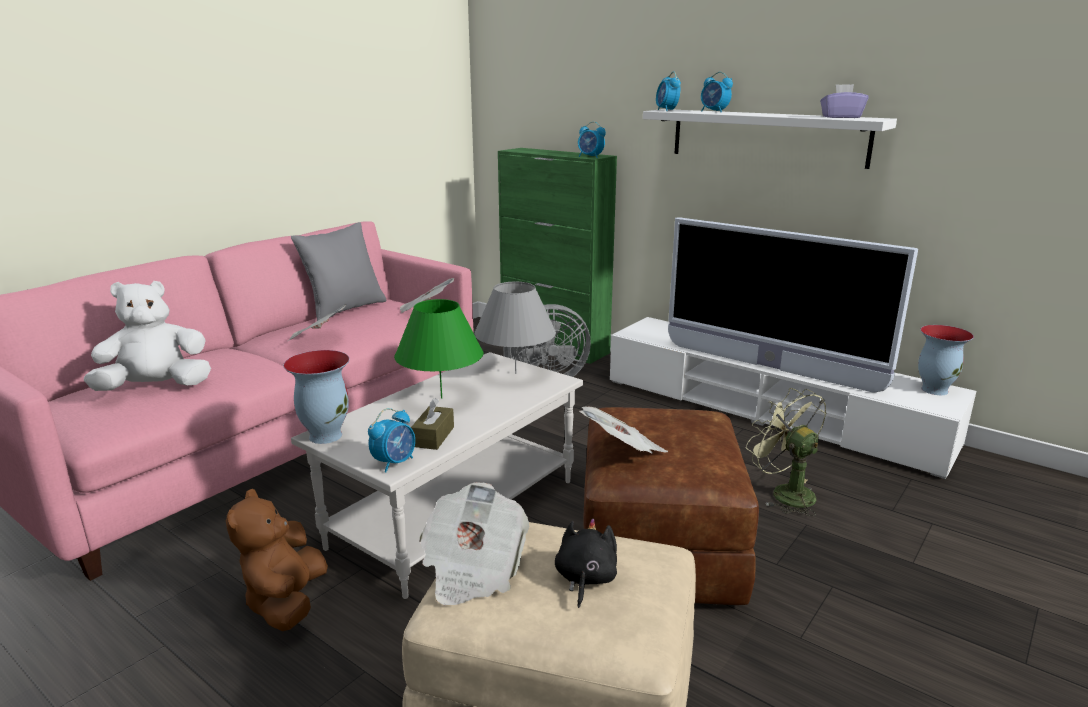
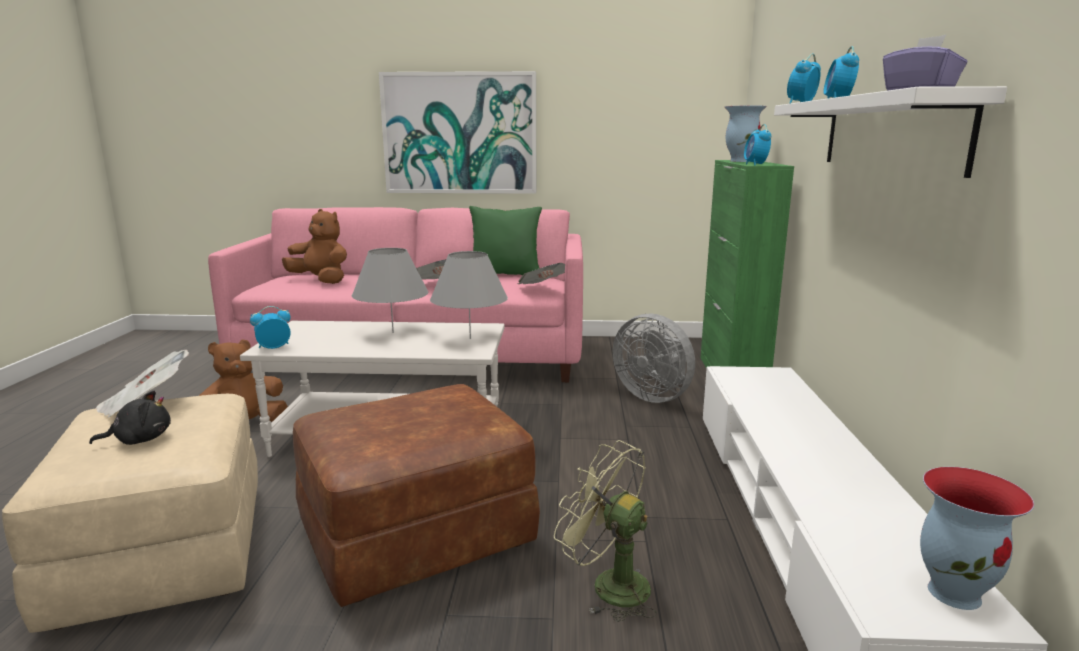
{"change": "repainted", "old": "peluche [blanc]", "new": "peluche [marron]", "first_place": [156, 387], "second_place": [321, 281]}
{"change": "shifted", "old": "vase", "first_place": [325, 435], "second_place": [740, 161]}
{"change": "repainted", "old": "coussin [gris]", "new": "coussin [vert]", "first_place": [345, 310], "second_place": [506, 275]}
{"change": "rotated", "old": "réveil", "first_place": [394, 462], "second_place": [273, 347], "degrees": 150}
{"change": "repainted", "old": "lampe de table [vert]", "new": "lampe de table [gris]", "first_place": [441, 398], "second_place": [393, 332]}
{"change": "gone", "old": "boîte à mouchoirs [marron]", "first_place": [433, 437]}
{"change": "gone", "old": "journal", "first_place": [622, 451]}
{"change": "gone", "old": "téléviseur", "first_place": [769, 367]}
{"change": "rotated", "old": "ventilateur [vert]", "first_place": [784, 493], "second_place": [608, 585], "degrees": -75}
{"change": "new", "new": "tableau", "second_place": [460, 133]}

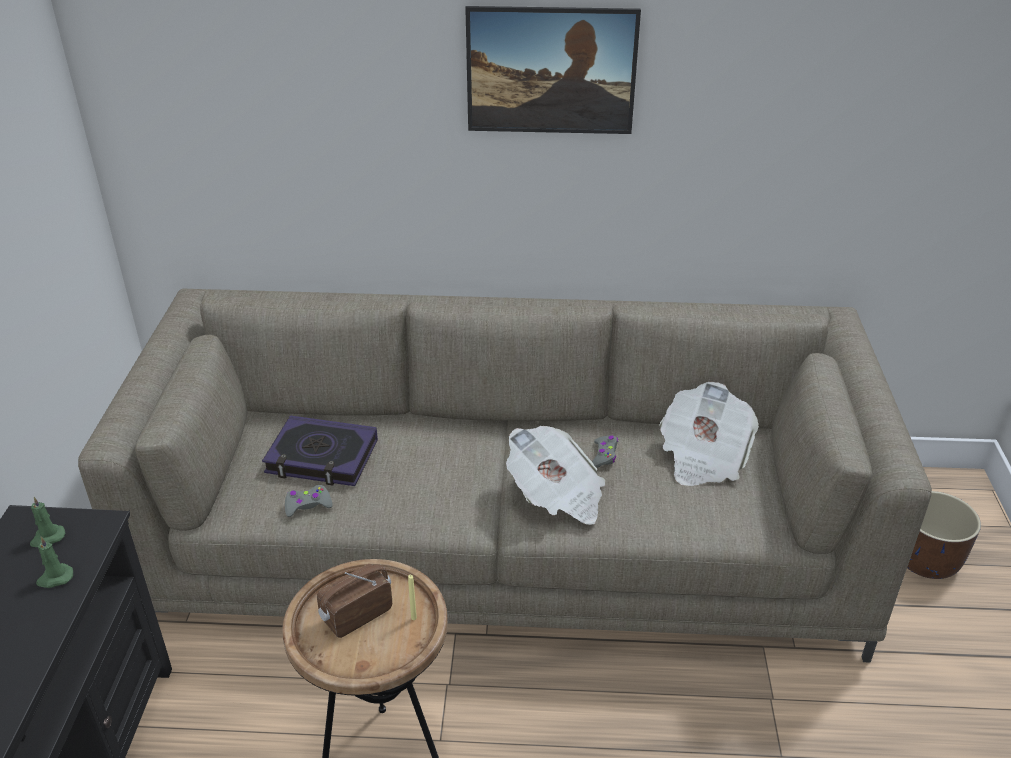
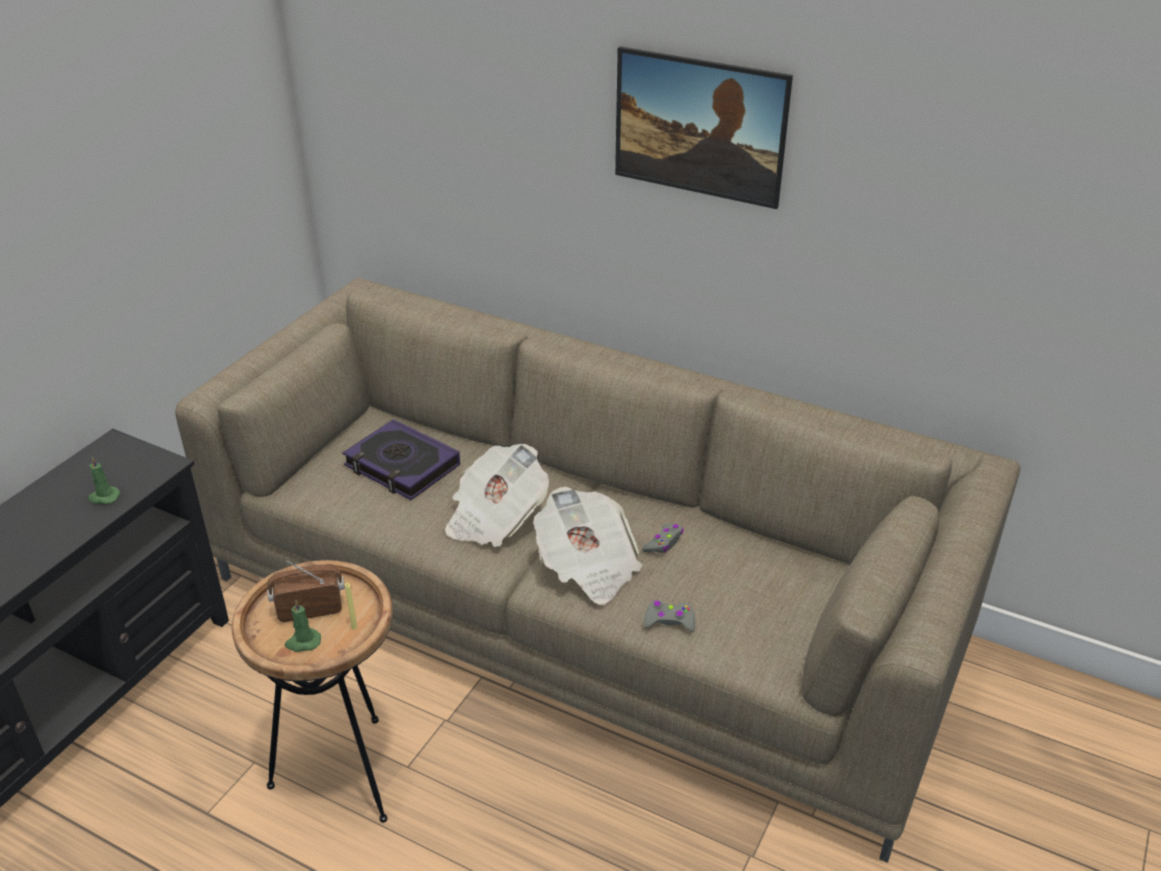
{"change": "shifted", "old": "bougie [vert]", "first_place": [47, 538], "second_place": [303, 642]}
{"change": "shifted", "old": "manette [gris]", "first_place": [308, 505], "second_place": [669, 621]}
{"change": "shifted", "old": "journal", "first_place": [703, 456], "second_place": [495, 517]}
{"change": "gone", "old": "cache-pot [marron]", "first_place": [927, 560]}

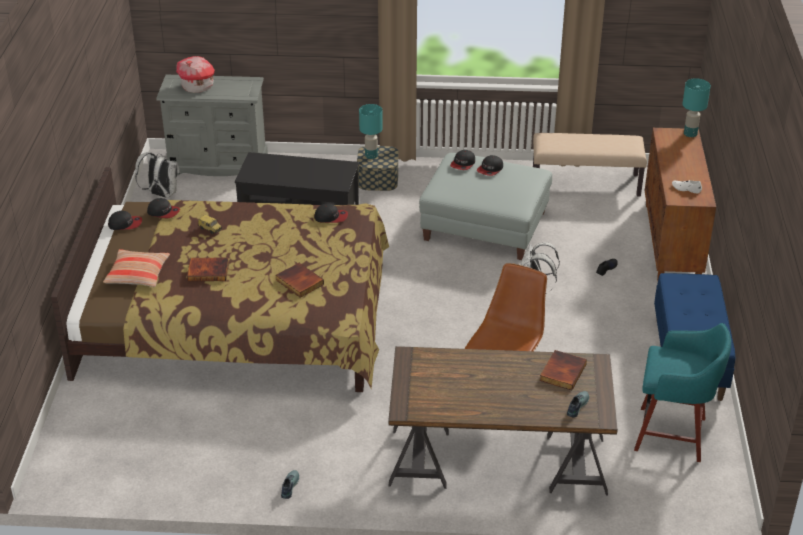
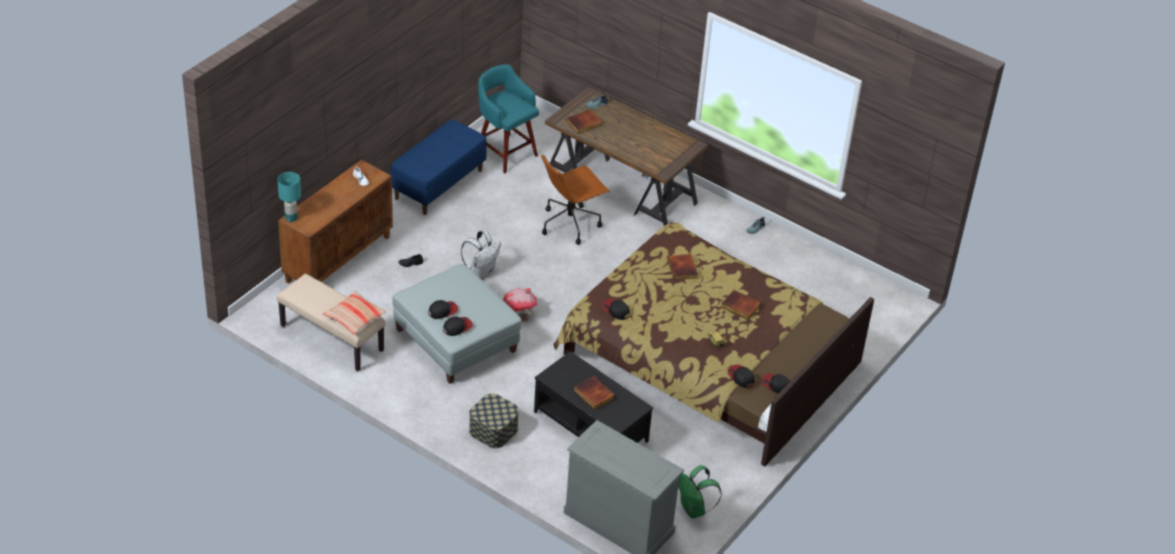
{"change": "shifted", "old": "coussin", "first_place": [137, 274], "second_place": [354, 317]}
{"change": "repainted", "old": "sac à dos [blanc]", "new": "sac à dos [vert]", "first_place": [161, 194], "second_place": [694, 510]}
{"change": "shifted", "old": "maison miniature", "first_place": [197, 86], "second_place": [518, 314]}
{"change": "gone", "old": "lampe de table [turquoise]", "first_place": [371, 155]}
{"change": "new", "new": "livre", "second_place": [593, 394]}

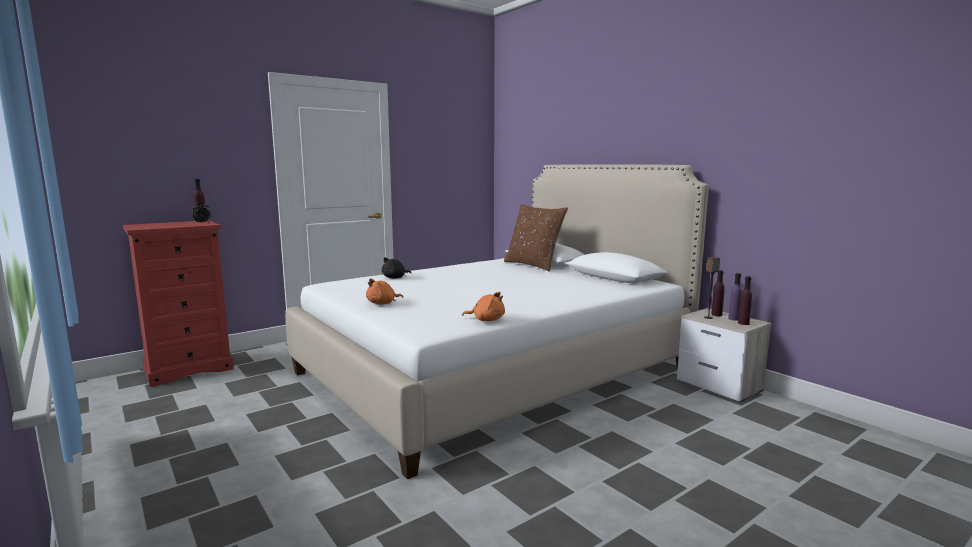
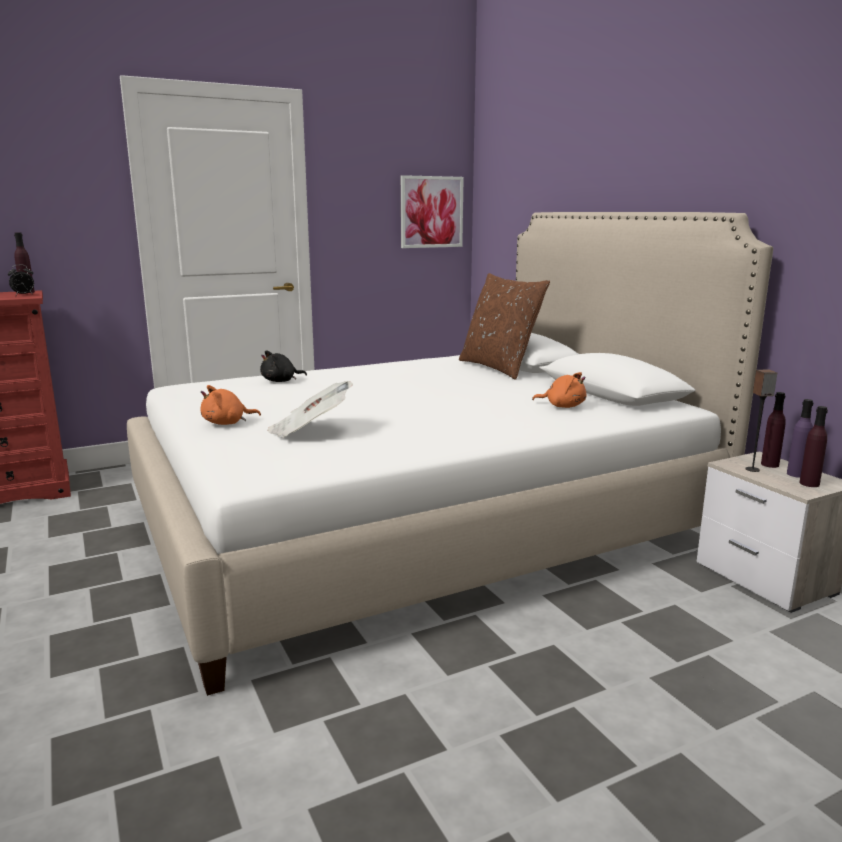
{"change": "shifted", "old": "peluche [orange]", "first_place": [486, 320], "second_place": [562, 406]}
{"change": "new", "new": "journal", "second_place": [309, 431]}
{"change": "new", "new": "tableau", "second_place": [431, 212]}

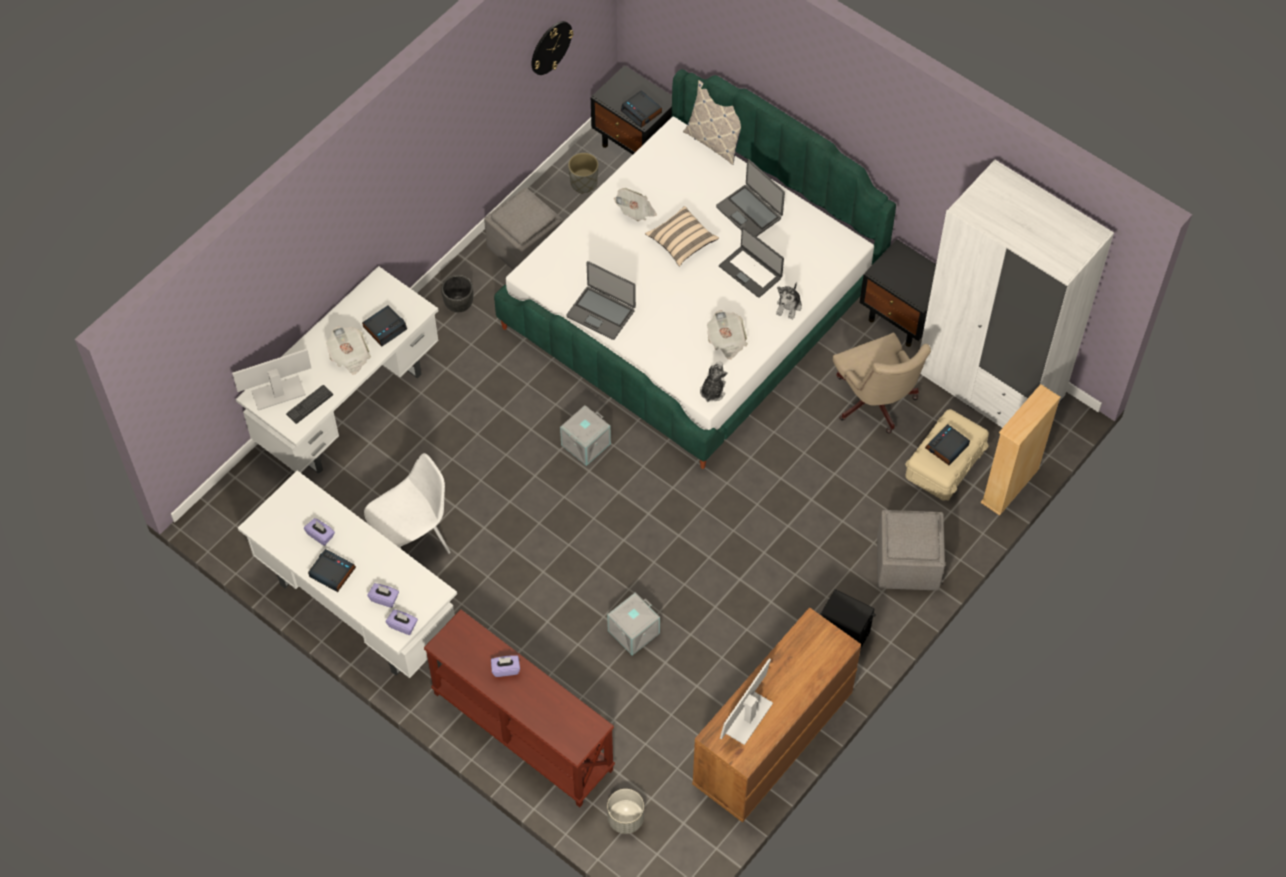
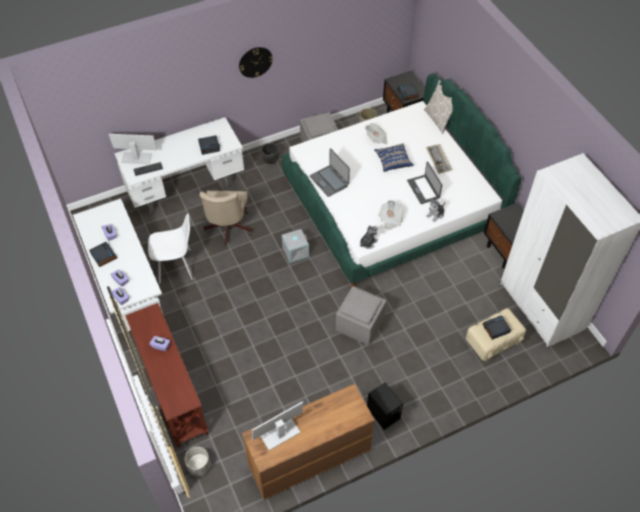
{"change": "gone", "old": "journal", "first_place": [349, 356]}
{"change": "shifted", "old": "horloge murale", "first_place": [550, 47], "second_place": [255, 62]}
{"change": "gone", "old": "boîte de rangement [gris]", "first_place": [634, 632]}
{"change": "repainted", "old": "coussin [beige]", "new": "coussin [bleu]", "first_place": [681, 242], "second_place": [393, 162]}
{"change": "swapped", "old": "ordinateur portable", "new": "clavier", "first_place": [749, 212], "second_place": [439, 160]}
{"change": "shifted", "old": "chaise de bureau [beige]", "first_place": [875, 404], "second_place": [228, 229]}
{"change": "shifted", "old": "pouf [gris]", "first_place": [906, 563], "second_place": [359, 324]}
{"change": "gone", "old": "bibliothèque [beige]", "first_place": [1010, 486]}

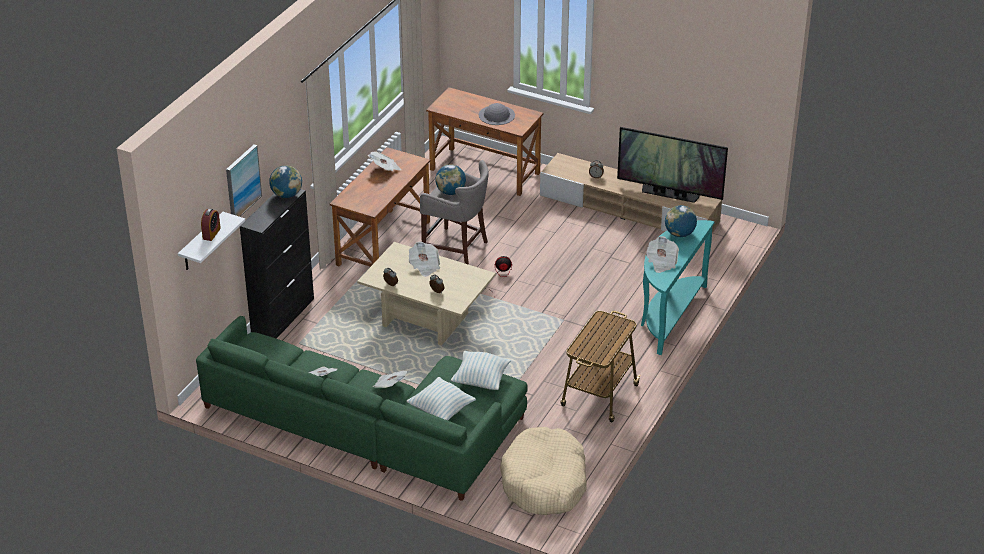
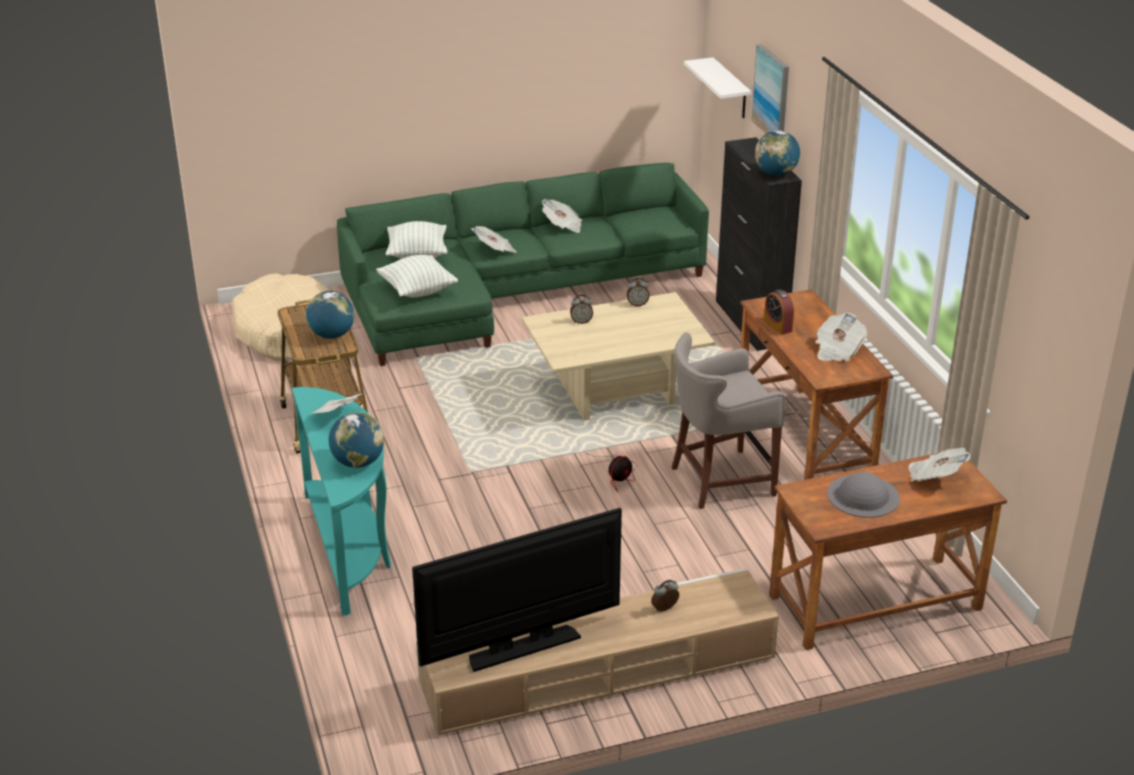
{"change": "shifted", "old": "réveil", "first_place": [211, 233], "second_place": [778, 326]}
{"change": "shifted", "old": "journal", "first_place": [424, 266], "second_place": [935, 477]}
{"change": "shifted", "old": "globe", "first_place": [450, 192], "second_place": [332, 335]}

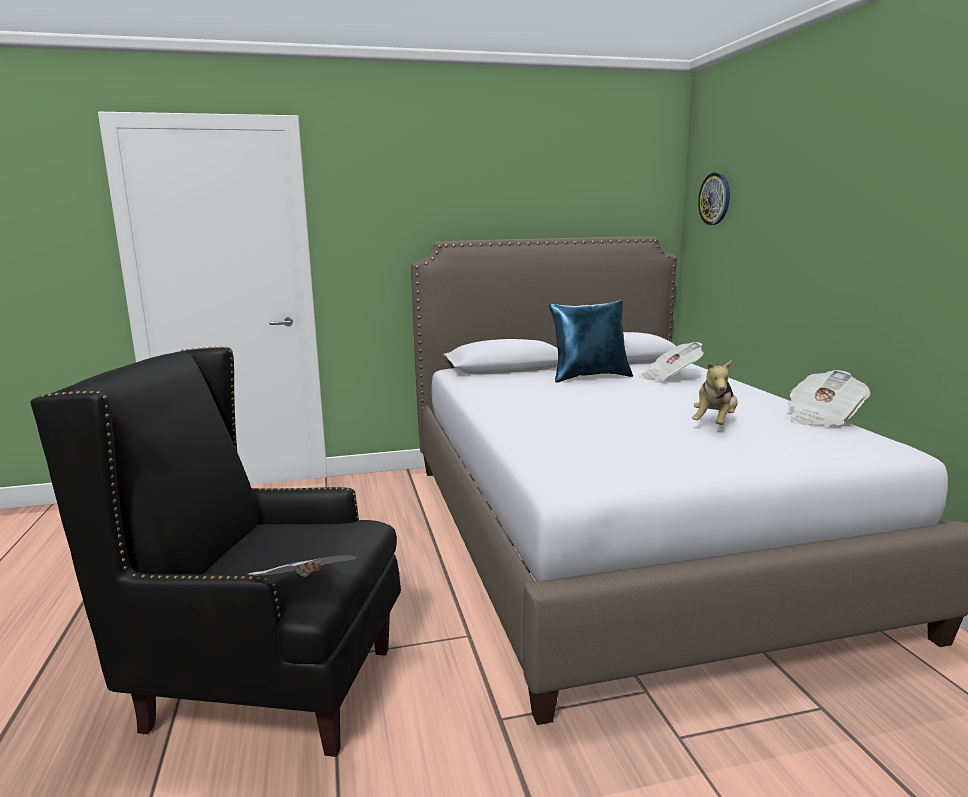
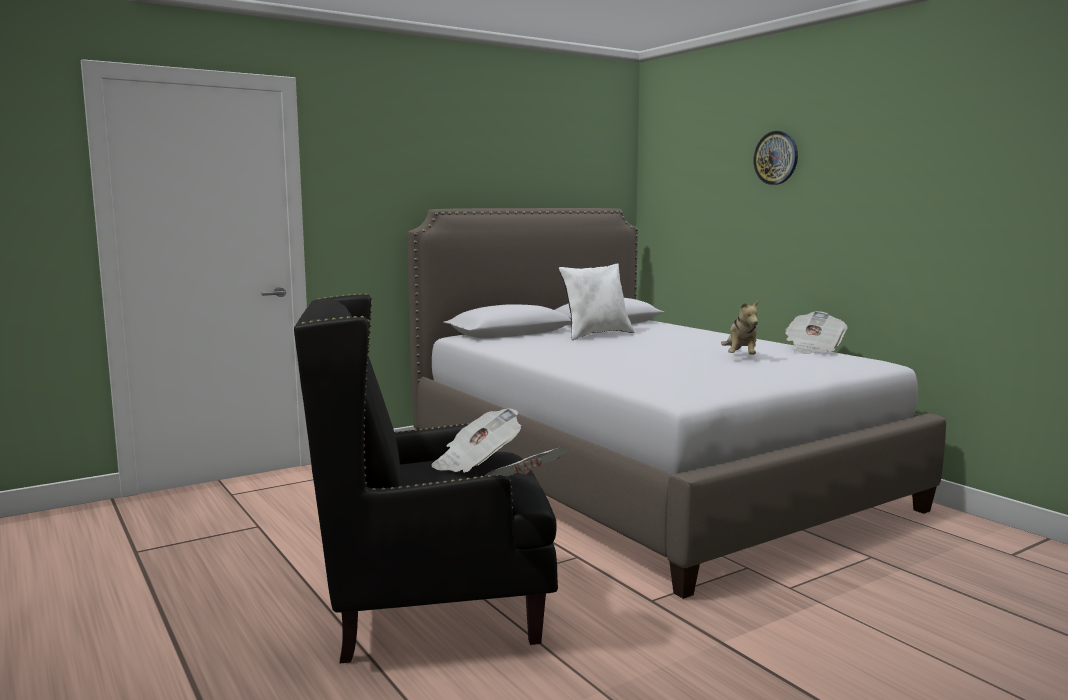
{"change": "repainted", "old": "coussin [bleu]", "new": "coussin [blanc]", "first_place": [589, 377], "second_place": [596, 335]}
{"change": "shifted", "old": "journal", "first_place": [670, 377], "second_place": [476, 464]}
{"change": "shifted", "old": "horloge murale", "first_place": [715, 199], "second_place": [776, 158]}

